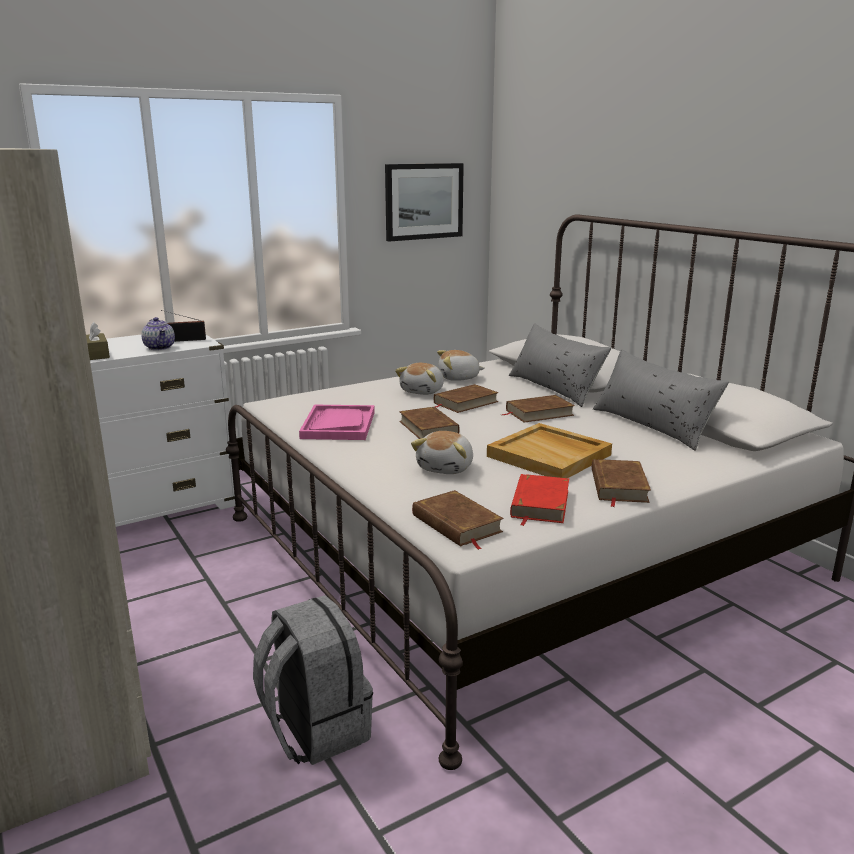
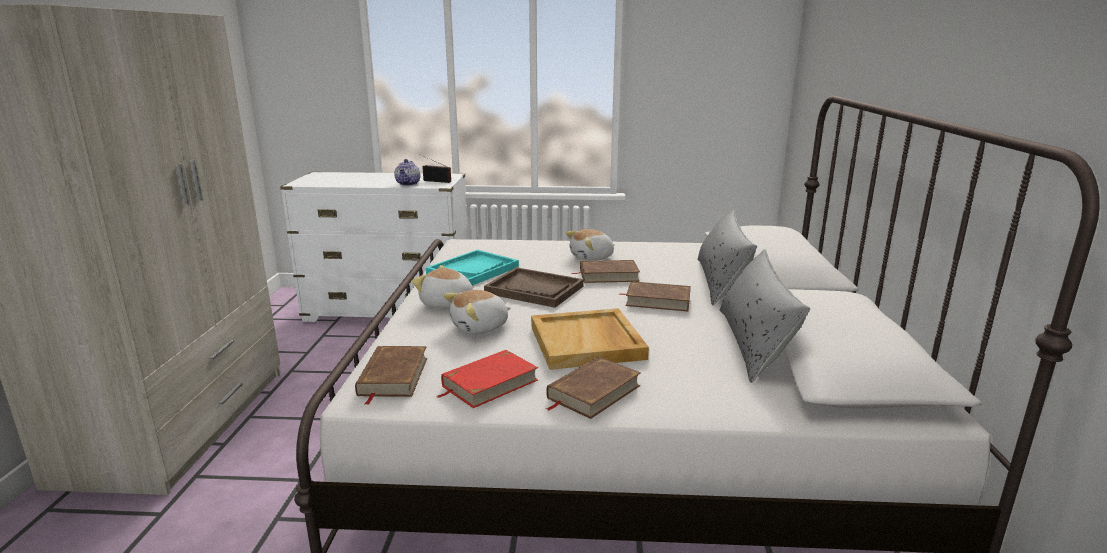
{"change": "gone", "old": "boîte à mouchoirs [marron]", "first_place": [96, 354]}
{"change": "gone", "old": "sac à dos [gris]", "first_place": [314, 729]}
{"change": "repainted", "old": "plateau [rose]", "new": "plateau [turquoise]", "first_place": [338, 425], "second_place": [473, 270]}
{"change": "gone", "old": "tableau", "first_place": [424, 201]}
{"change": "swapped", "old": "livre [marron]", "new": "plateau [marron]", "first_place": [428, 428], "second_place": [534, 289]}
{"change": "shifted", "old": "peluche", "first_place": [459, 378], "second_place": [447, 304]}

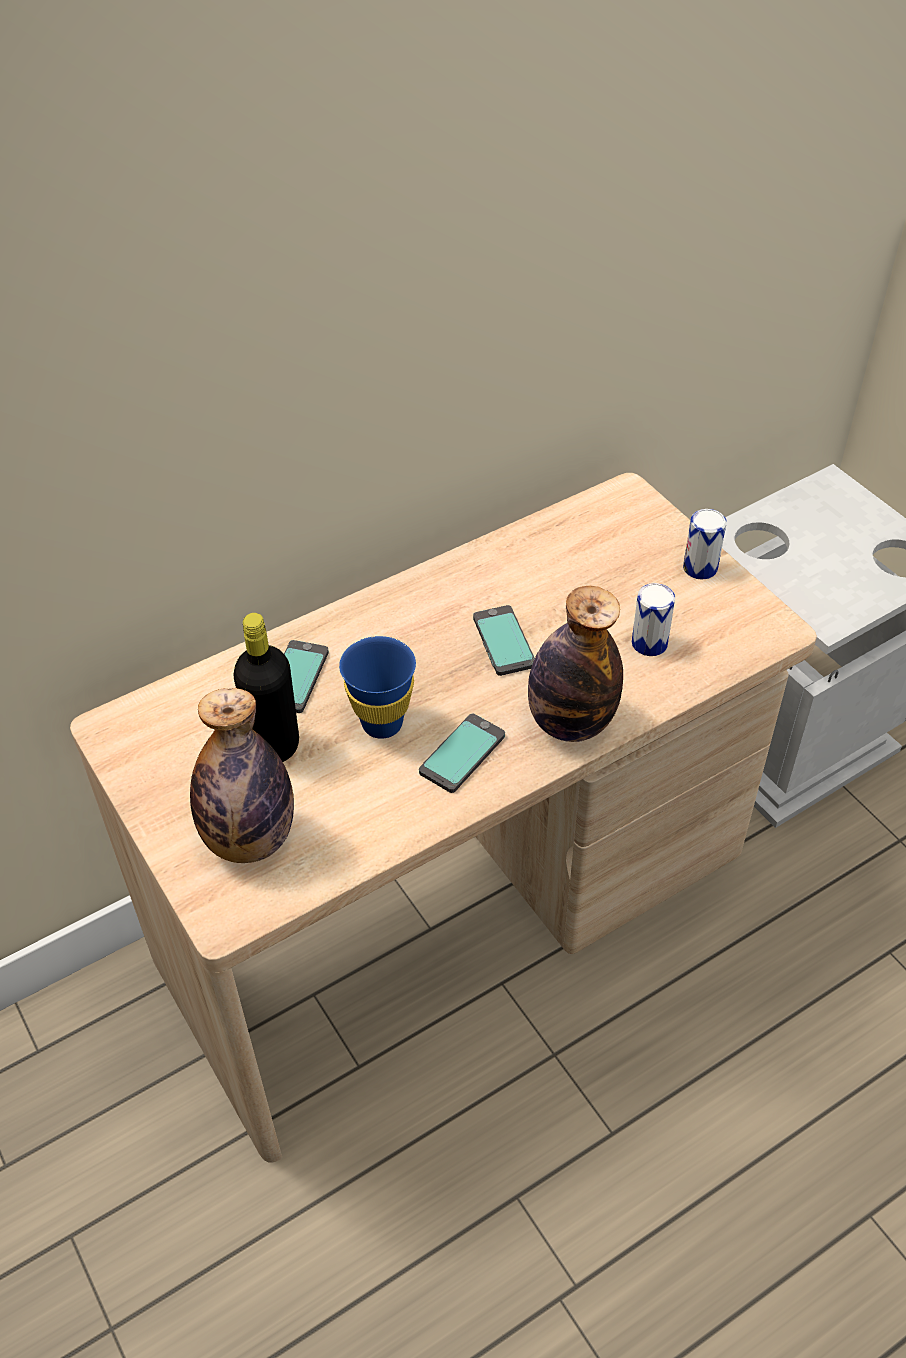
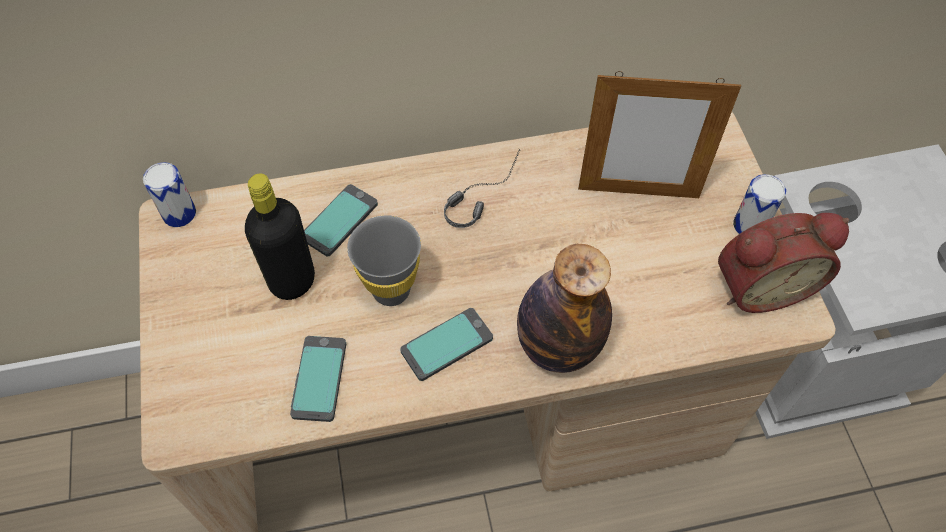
{"change": "gone", "old": "bouteille", "first_place": [249, 839]}
{"change": "repainted", "old": "tasse [bleu]", "new": "tasse [gris]", "first_place": [382, 724], "second_place": [391, 290]}
{"change": "shifted", "old": "téléphone", "first_place": [503, 642], "second_place": [318, 379]}
{"change": "shifted", "old": "boîte métallique", "first_place": [649, 643], "second_place": [179, 213]}
{"change": "new", "new": "casque audio", "second_place": [480, 192]}
{"change": "new", "new": "cadre photo", "second_place": [638, 192]}
{"change": "new", "new": "réveil", "second_place": [760, 285]}

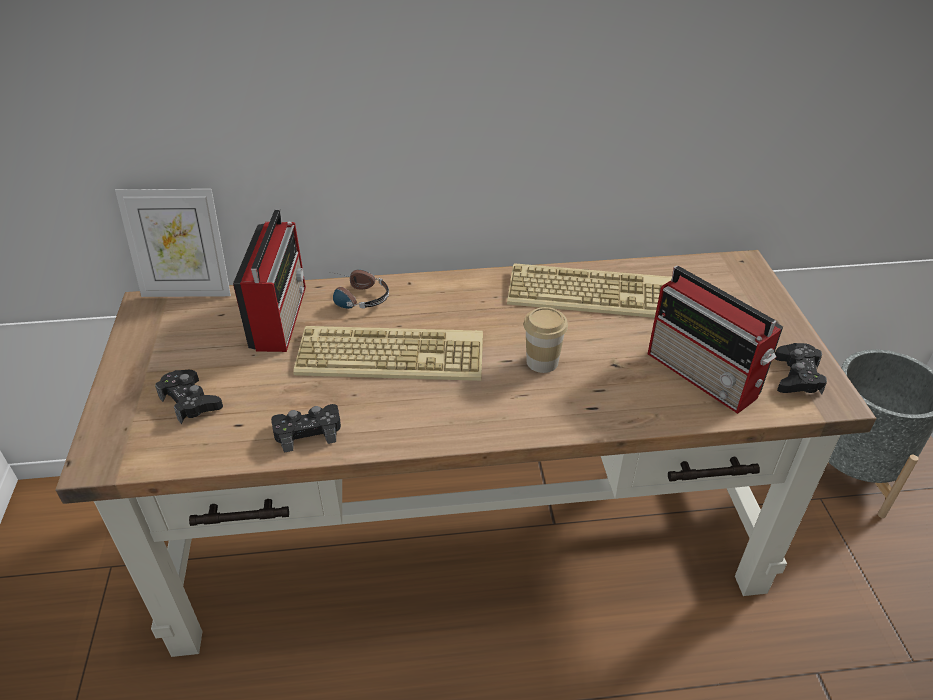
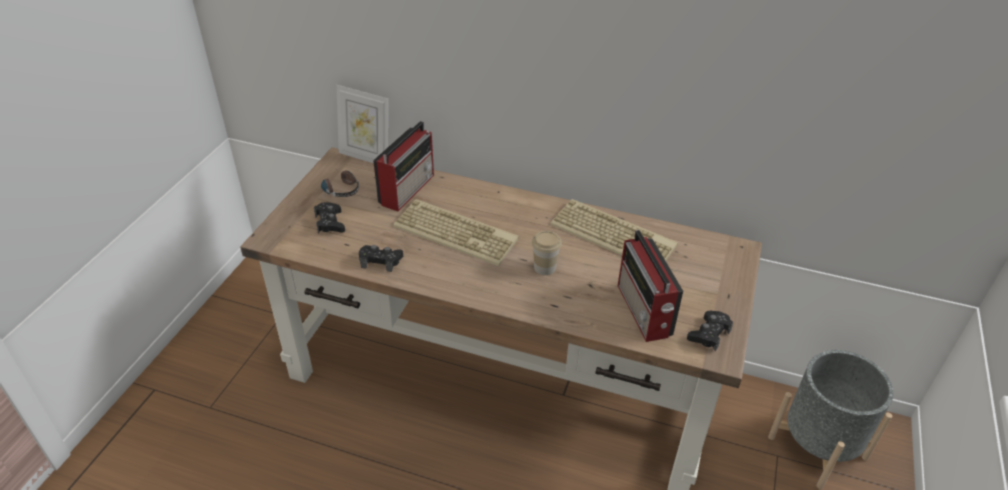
{"change": "shifted", "old": "casque audio", "first_place": [354, 297], "second_place": [339, 188]}

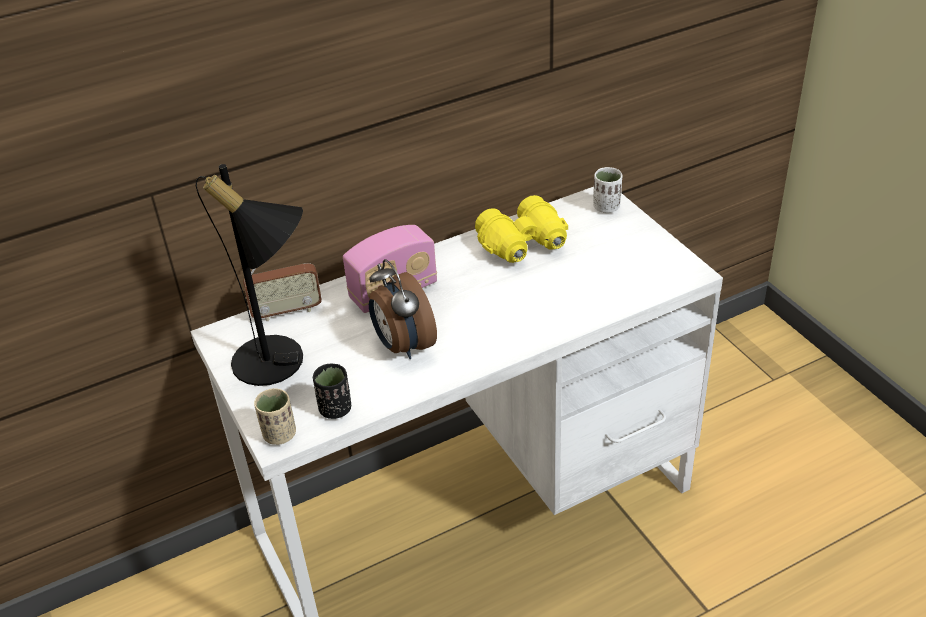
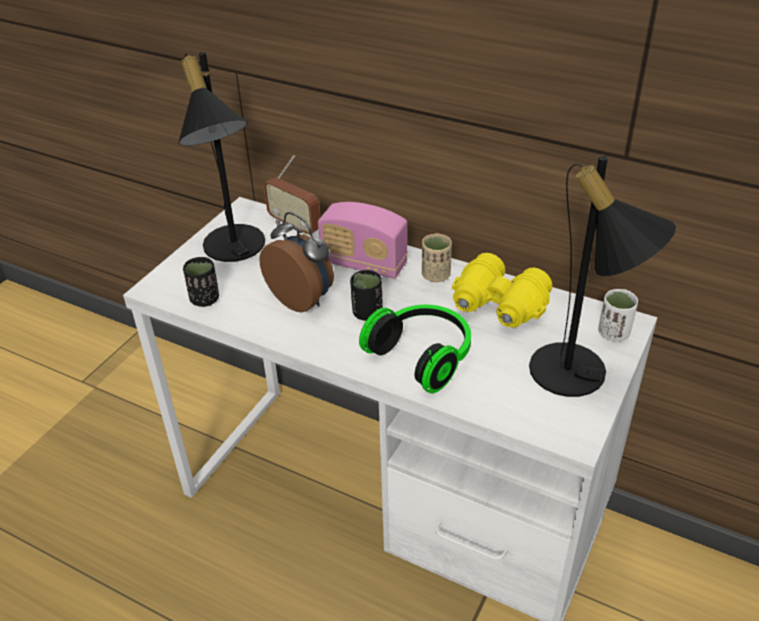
{"change": "shifted", "old": "tasse [beige]", "first_place": [279, 434], "second_place": [436, 275]}
{"change": "rotated", "old": "réveil", "first_place": [403, 346], "second_place": [303, 299], "degrees": 105}
{"change": "new", "new": "tasse [noir]", "second_place": [367, 313]}
{"change": "new", "new": "casque audio", "second_place": [423, 356]}
{"change": "new", "new": "lampe de table [noir]", "second_place": [580, 377]}

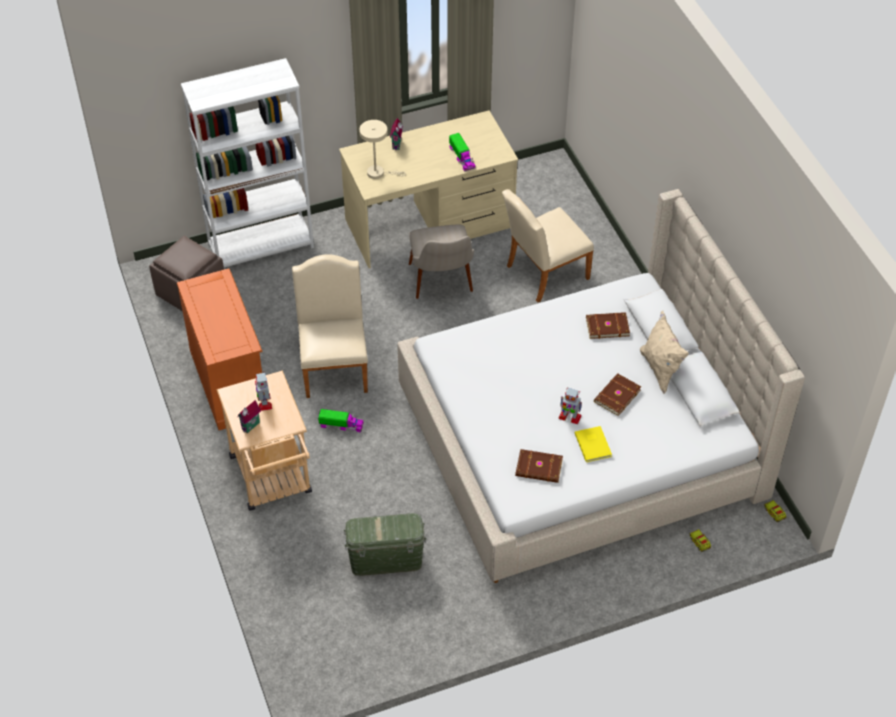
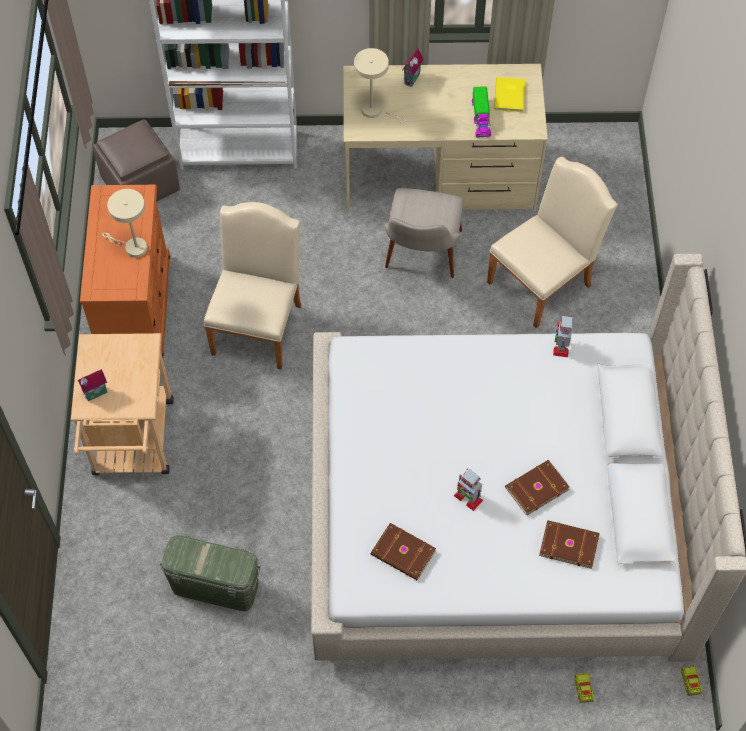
{"change": "shifted", "old": "robot jouet", "first_place": [264, 401], "second_place": [561, 345]}
{"change": "gone", "old": "camion jouet", "first_place": [341, 425]}
{"change": "rotated", "old": "chaise [beige]", "first_place": [543, 274], "second_place": [544, 280], "degrees": 150}
{"change": "shifted", "old": "livre [jaune]", "first_place": [593, 444], "second_place": [510, 95]}
{"change": "shifted", "old": "livre [marron]", "first_place": [607, 326], "second_place": [568, 544]}
{"change": "gone", "old": "coussin [beige]", "first_place": [660, 369]}
{"change": "new", "new": "lampe de table [beige]", "second_place": [132, 247]}

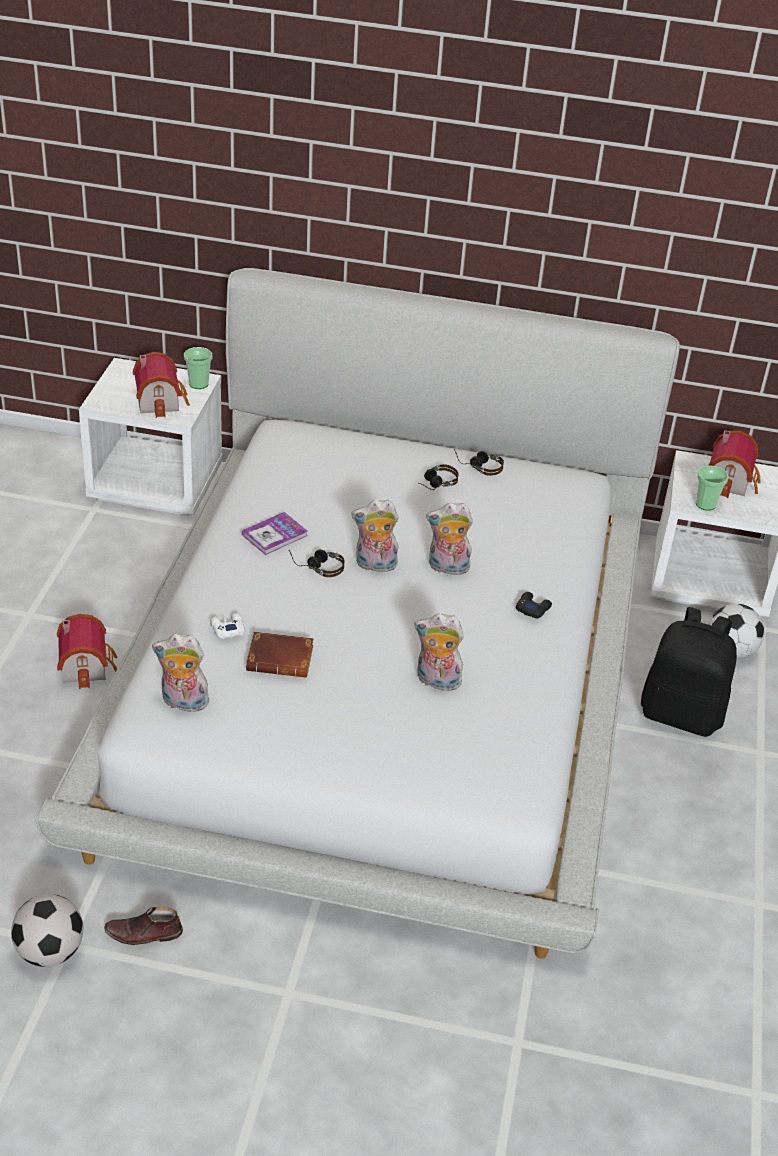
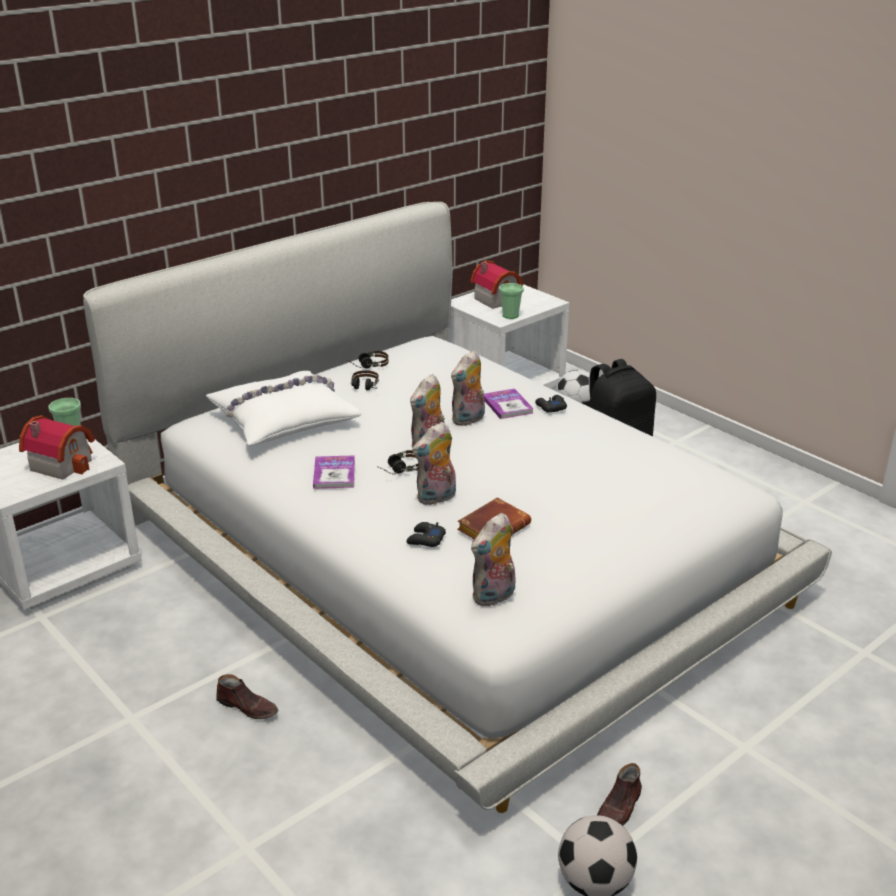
{"change": "swapped", "old": "maison miniature", "new": "chaussure [marron]", "first_place": [87, 665], "second_place": [248, 707]}
{"change": "repainted", "old": "manette [blanc]", "new": "manette [noir]", "first_place": [227, 629], "second_place": [425, 539]}
{"change": "shifted", "old": "peluche", "first_place": [436, 681], "second_place": [436, 498]}
{"change": "new", "new": "coussin [blanc]", "second_place": [283, 419]}
{"change": "new", "new": "livre", "second_place": [507, 405]}

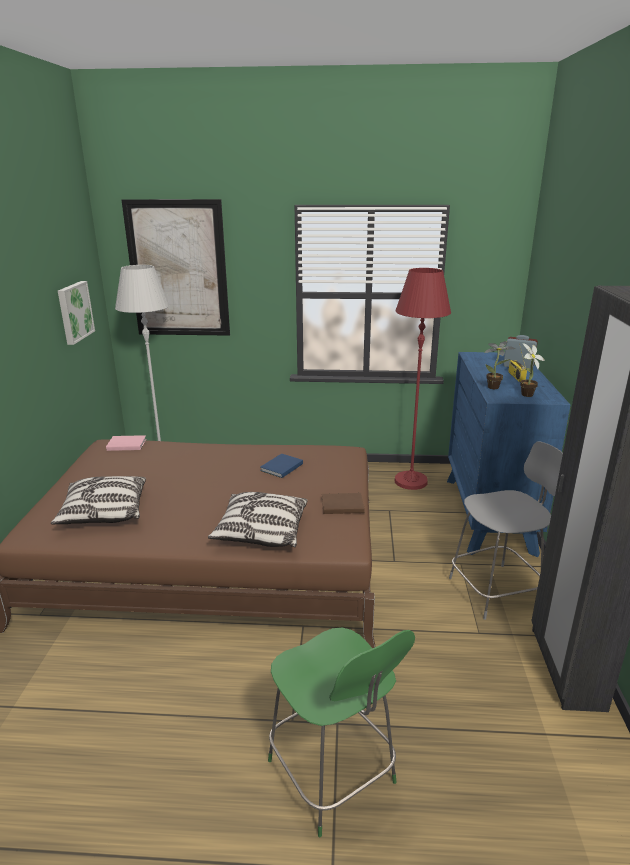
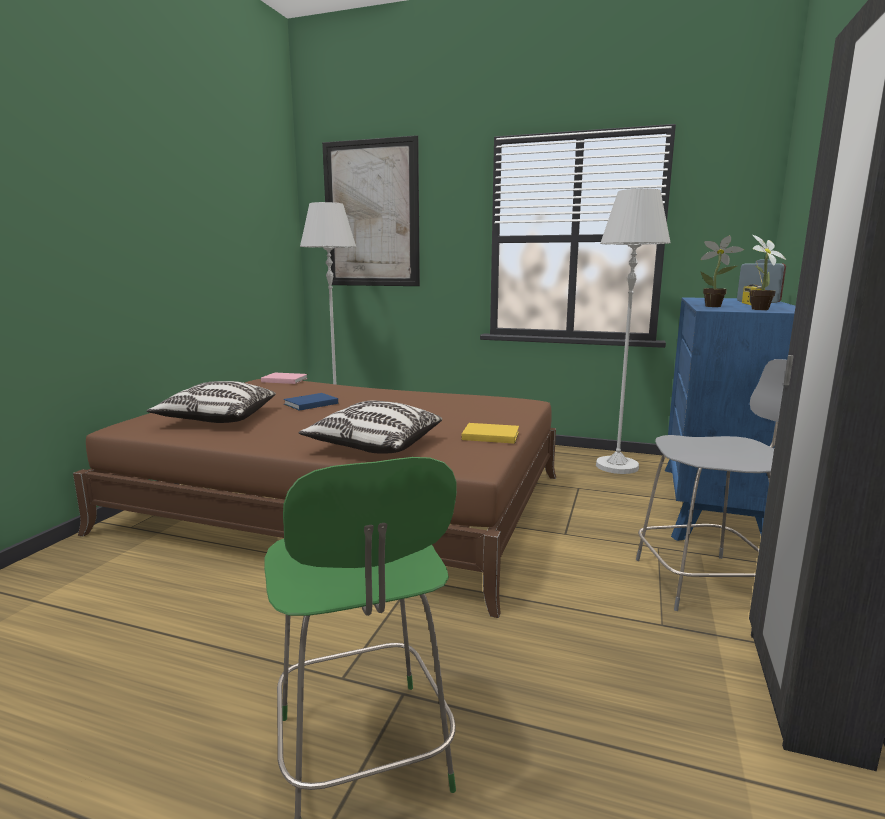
{"change": "gone", "old": "tableau", "first_place": [74, 312]}
{"change": "shifted", "old": "livre [bleu]", "first_place": [280, 467], "second_place": [309, 404]}
{"change": "repainted", "old": "livre [marron]", "new": "livre [jaune]", "first_place": [341, 505], "second_place": [489, 435]}
{"change": "repainted", "old": "lampadaire [rouge]", "new": "lampadaire [blanc]", "first_place": [411, 481], "second_place": [617, 466]}

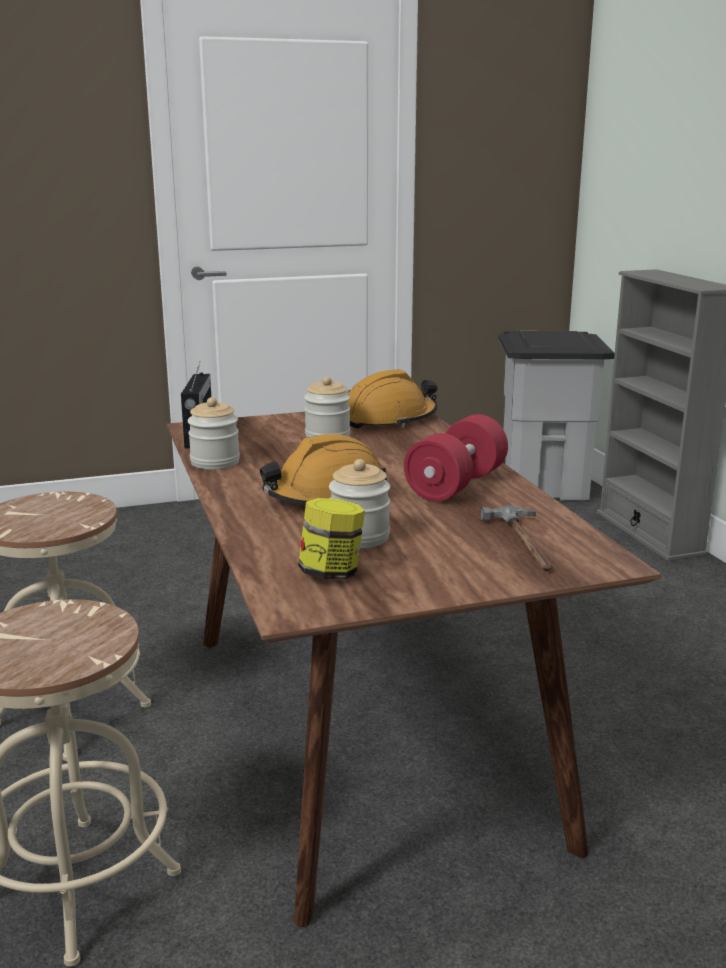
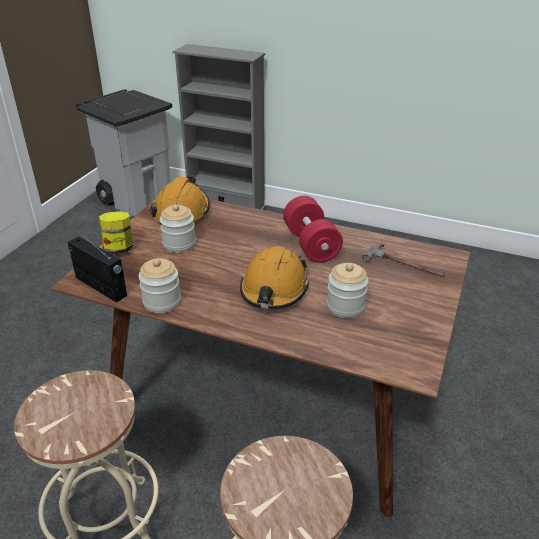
{"change": "shifted", "old": "bocal", "first_place": [331, 573], "second_place": [119, 249]}

